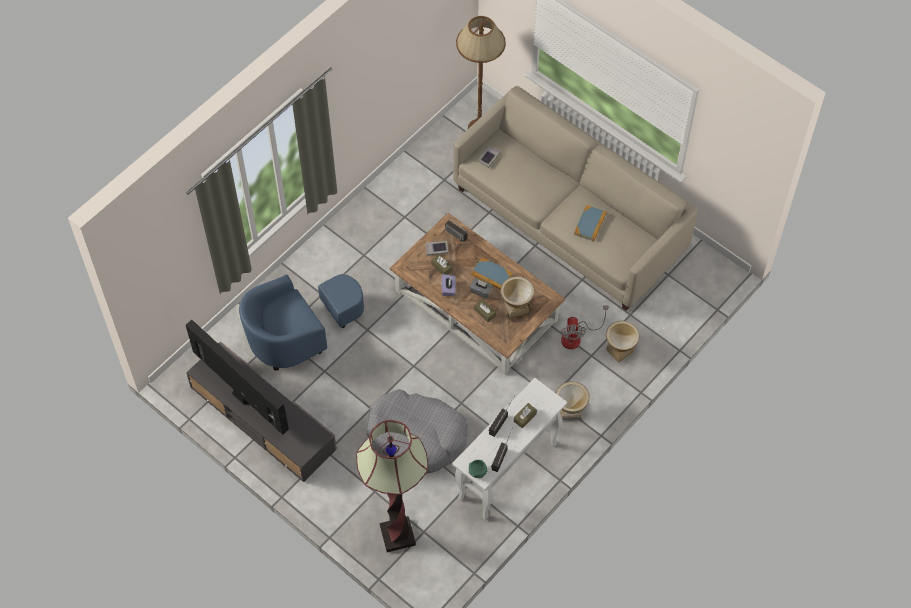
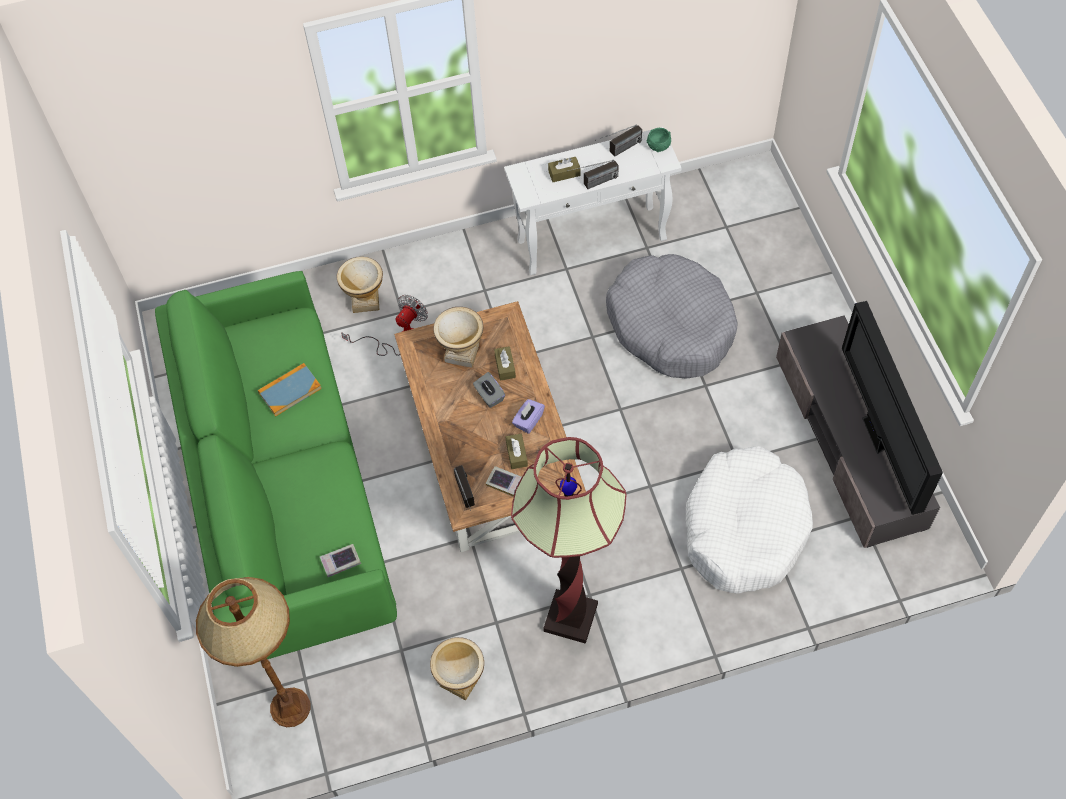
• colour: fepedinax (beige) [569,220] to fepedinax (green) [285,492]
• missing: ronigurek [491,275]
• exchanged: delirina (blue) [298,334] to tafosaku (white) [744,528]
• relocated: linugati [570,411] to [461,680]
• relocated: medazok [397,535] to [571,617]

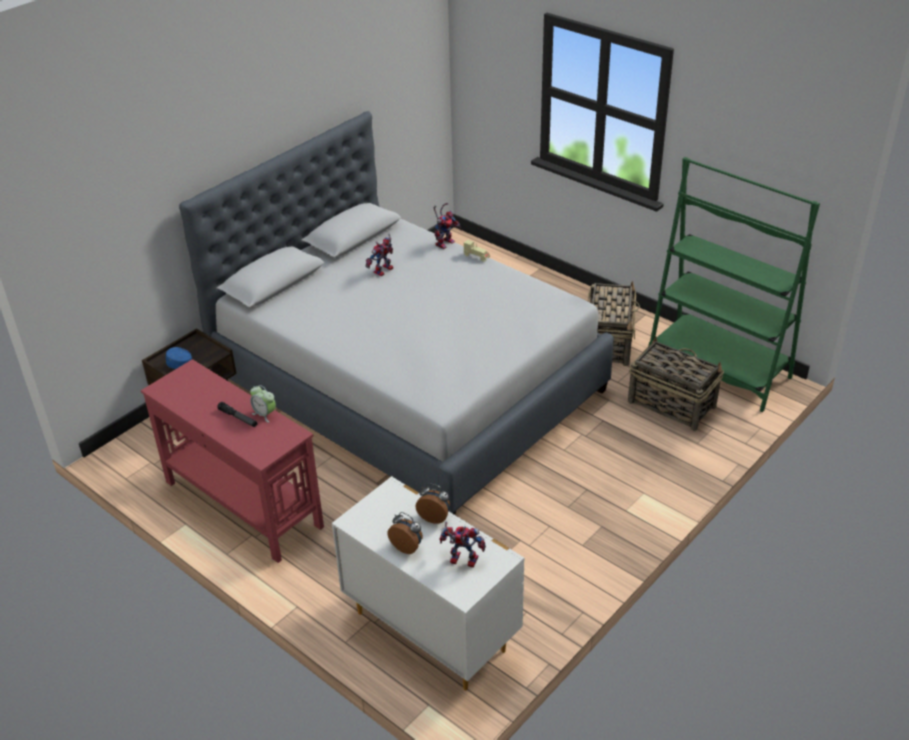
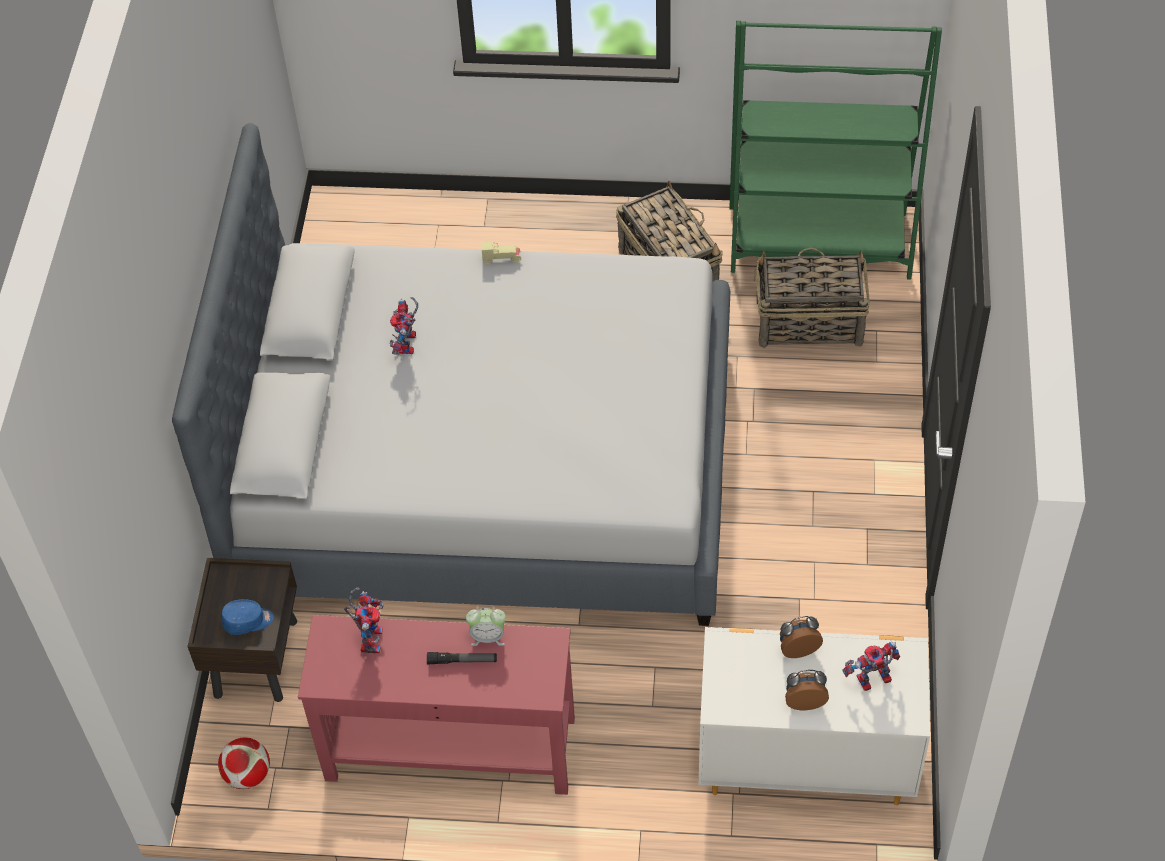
• relocated: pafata [445,242] to [369,637]
• appeared: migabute [247,774]

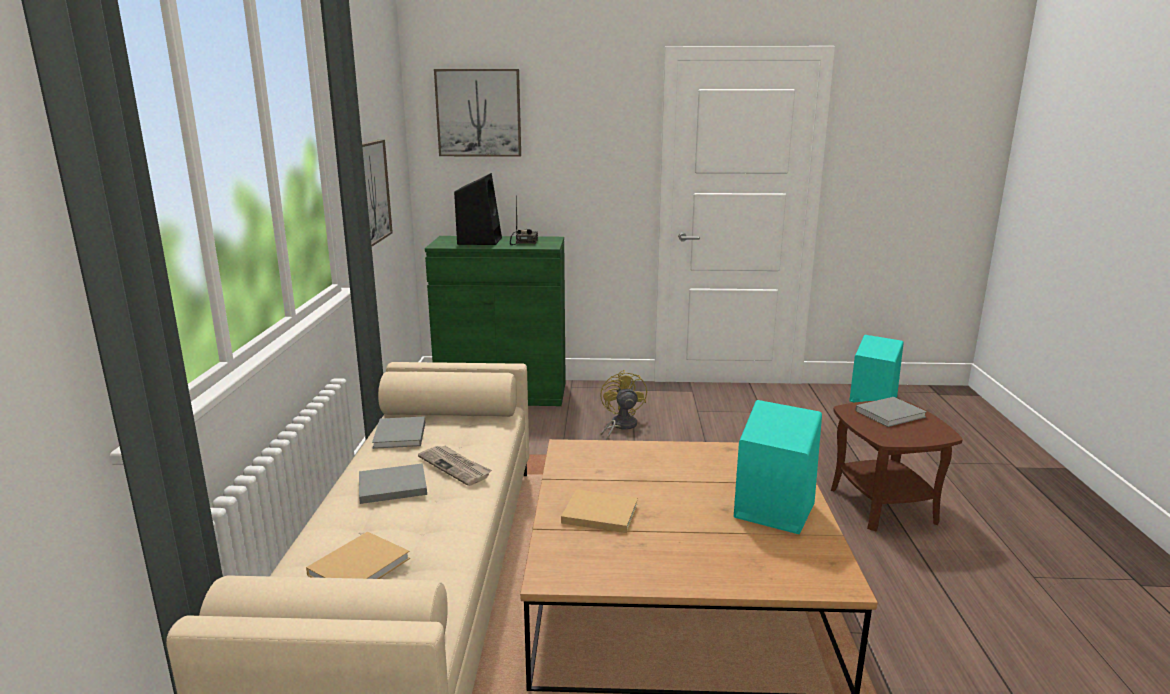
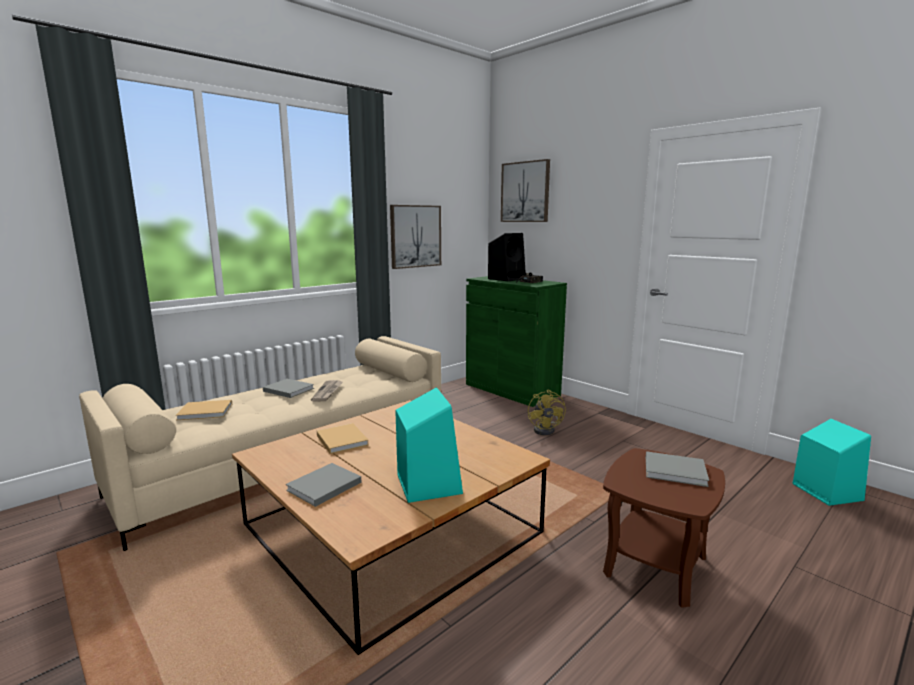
• spun: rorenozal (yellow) [620,426] = [546,430] 135 degrees clockwise
• relocated: ronigurek (grey) [399,435] to [322,487]

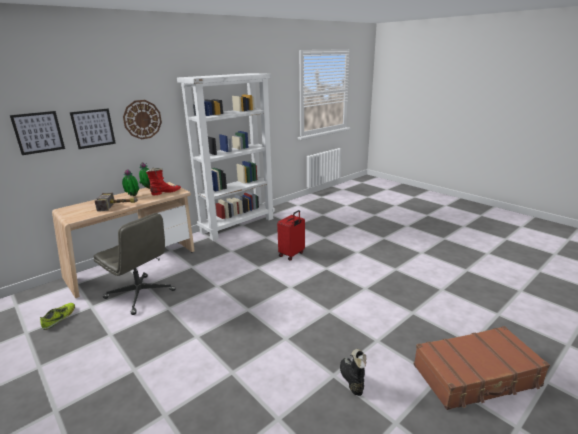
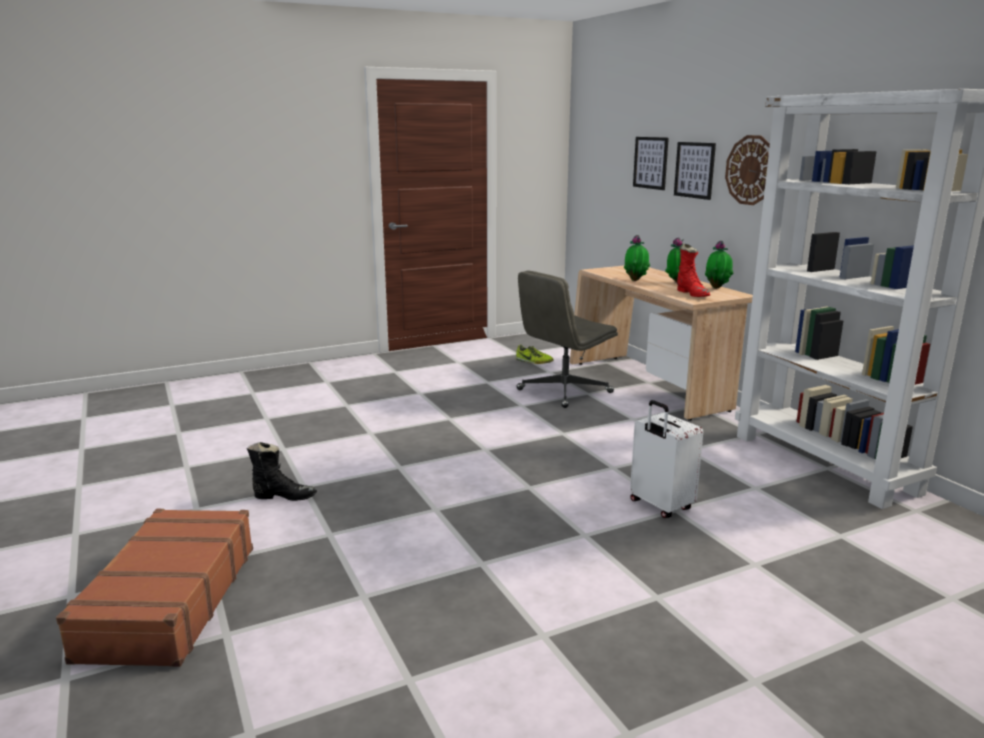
• exchanged: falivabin [119,206] to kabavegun [635,280]
• colour: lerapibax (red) [292,254] to lerapibax (white) [660,506]

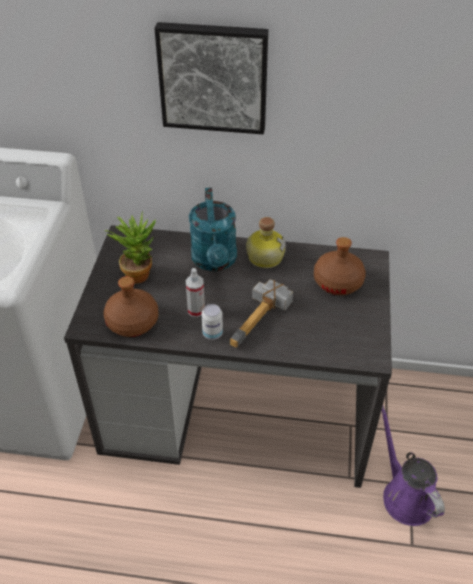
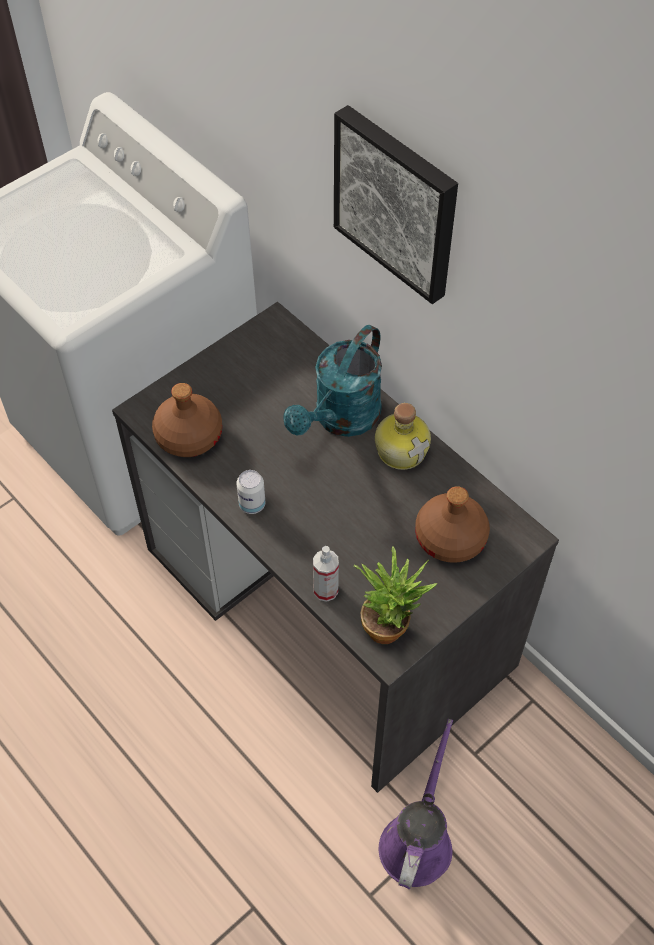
• relocated: kabavegun [139,272] to [390,625]
• relocated: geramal [196,310] to [325,590]
• missing: falivabin [262,319]

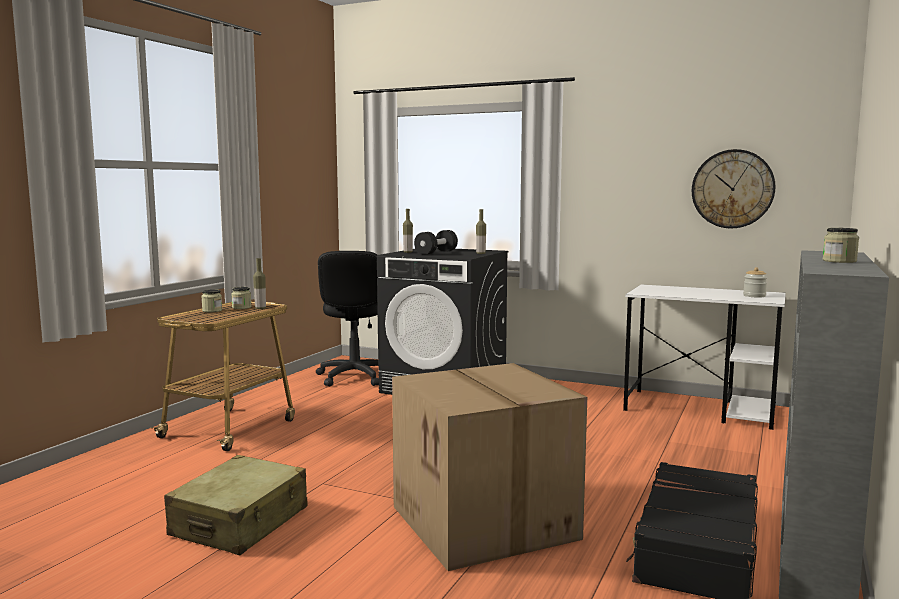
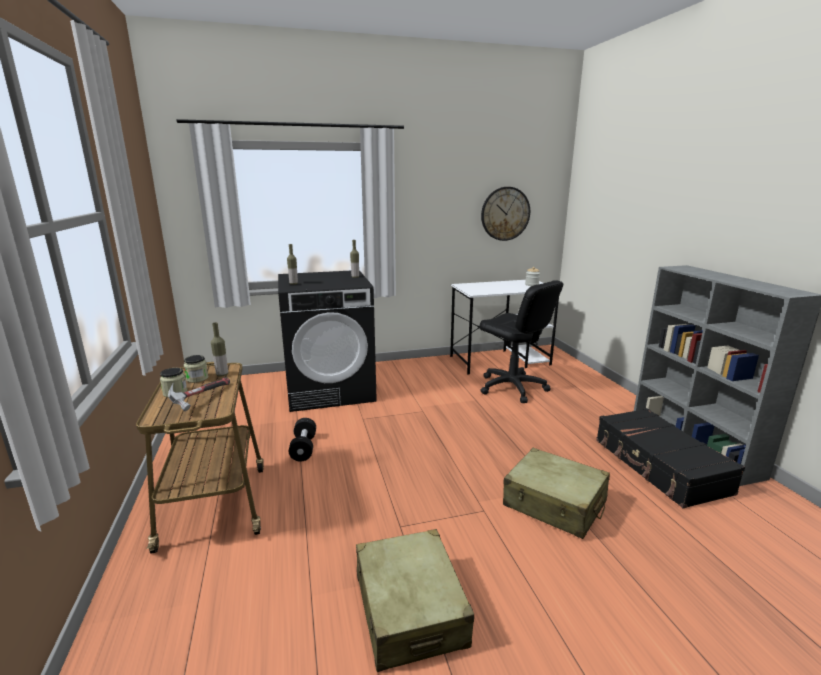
• missing: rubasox [839,261]
• relocated: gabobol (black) [436,252] to [303,448]
• relocated: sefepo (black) [354,377] to [512,387]
• exchanged: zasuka [486,523] to lerapibax (beige) [554,504]
• appeared: falivabin [201,399]

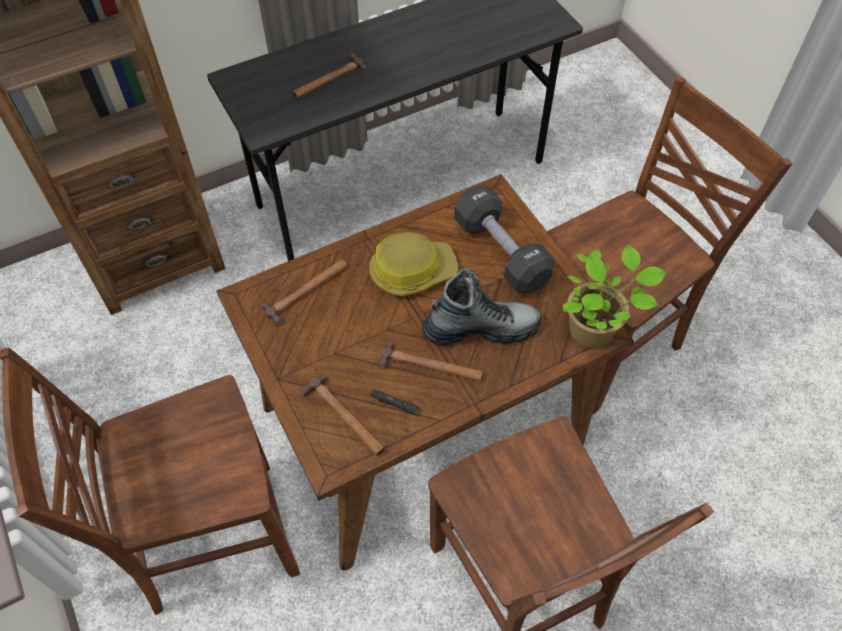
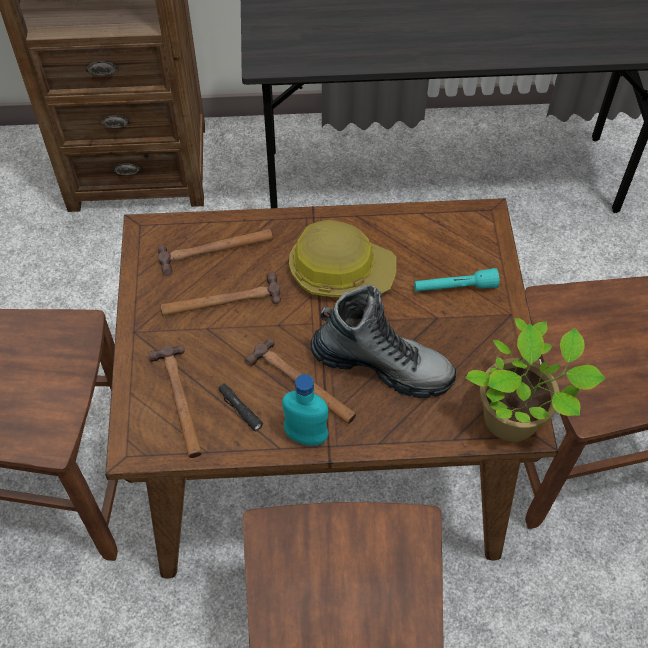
• relocated: falivabin [328,79] to [221,301]
• exchanged: gabobol (black) [501,252] to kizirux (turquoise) [455,287]
• appeared: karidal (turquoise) [306,436]

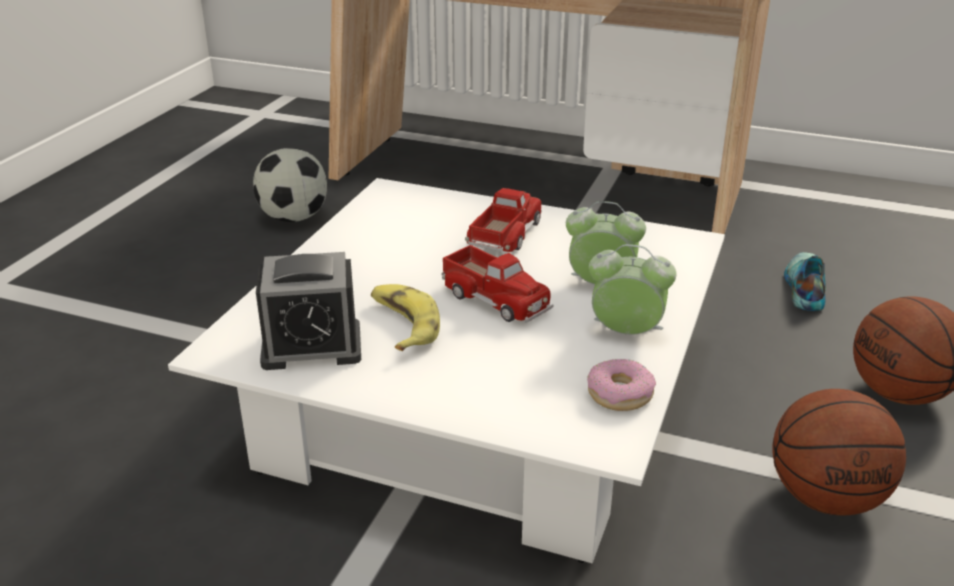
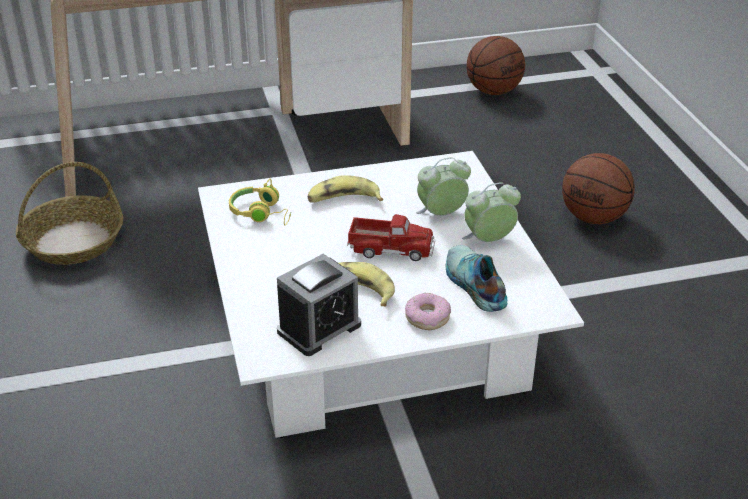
• exchanged: migabute [293,217] to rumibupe [73,242]
• exchanged: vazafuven [505,234] to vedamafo [343,200]
• relocated: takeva [803,288] to [473,285]
• relocated: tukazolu [620,394] to [427,317]
• relocated: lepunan [827,497] to [494,91]
• appeared: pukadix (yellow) [262,213]

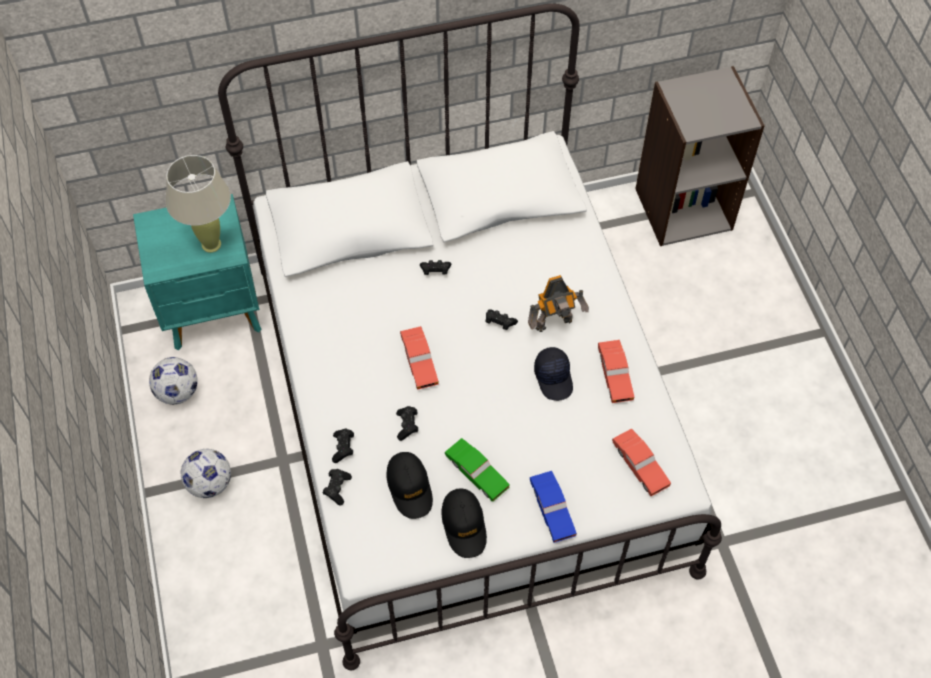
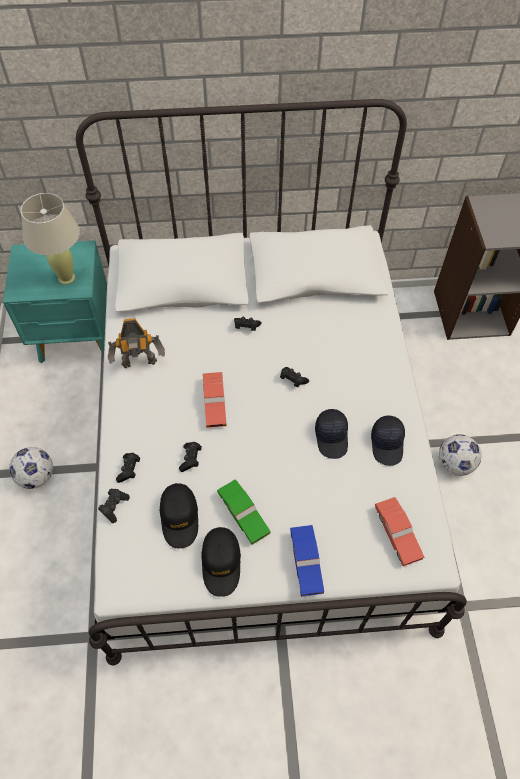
• relocated: pafata [555,325] to [139,364]
• exchanged: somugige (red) [614,375] to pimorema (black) [387,444]
• relocated: migabute [177,392] to [454,463]

